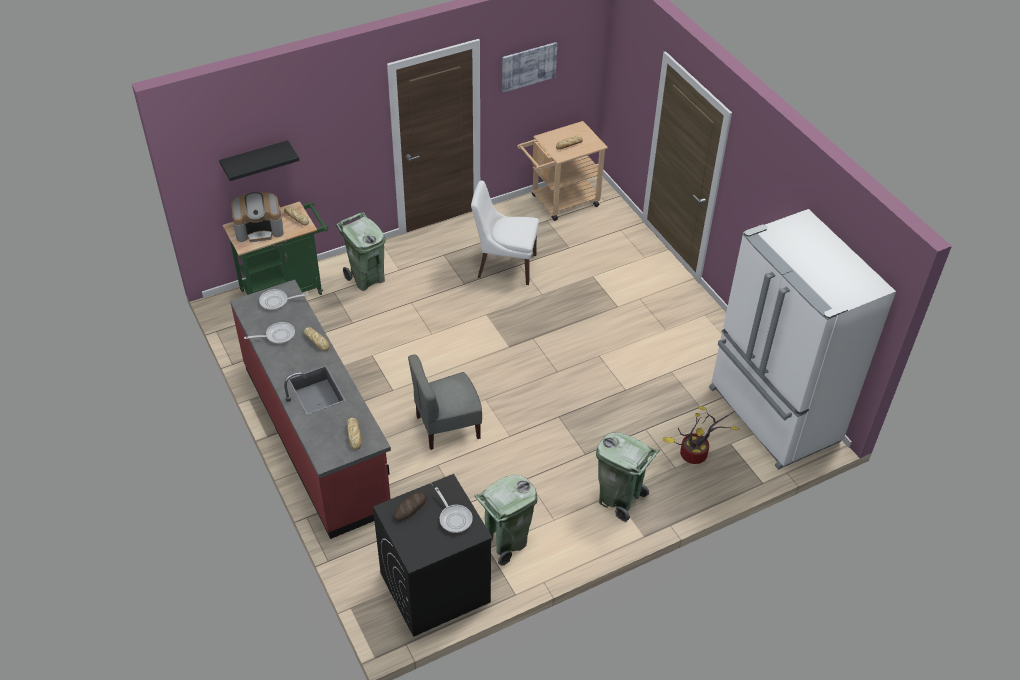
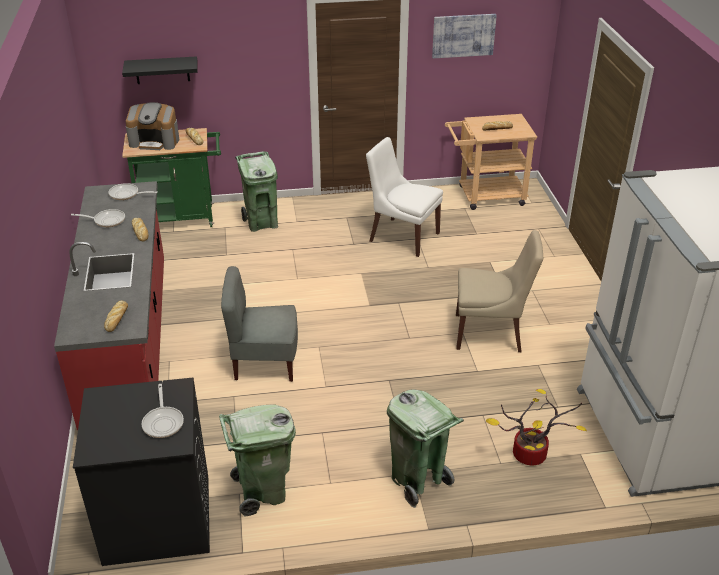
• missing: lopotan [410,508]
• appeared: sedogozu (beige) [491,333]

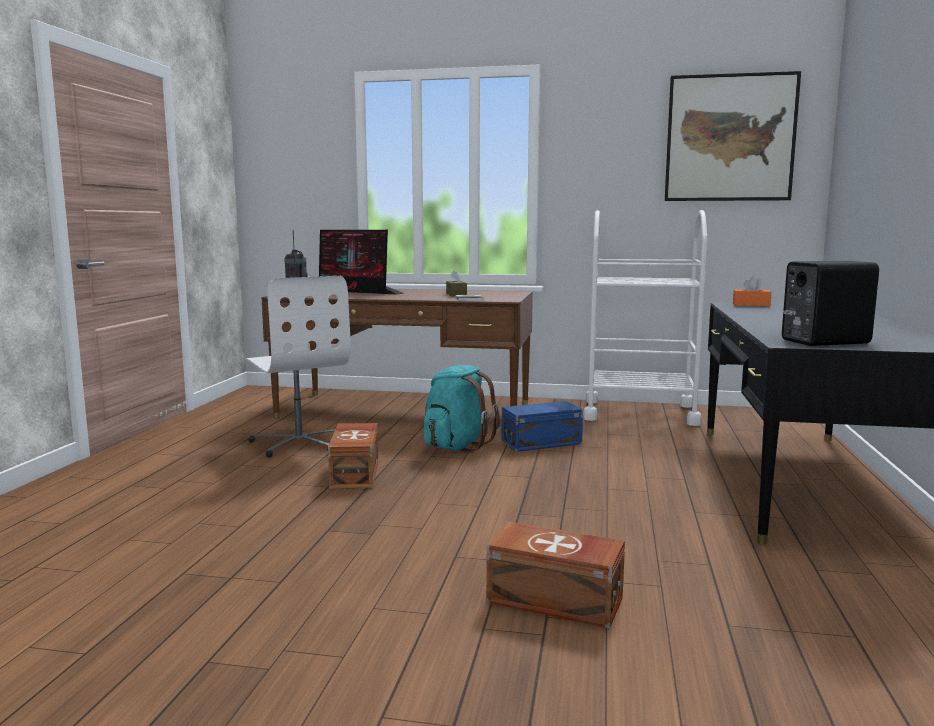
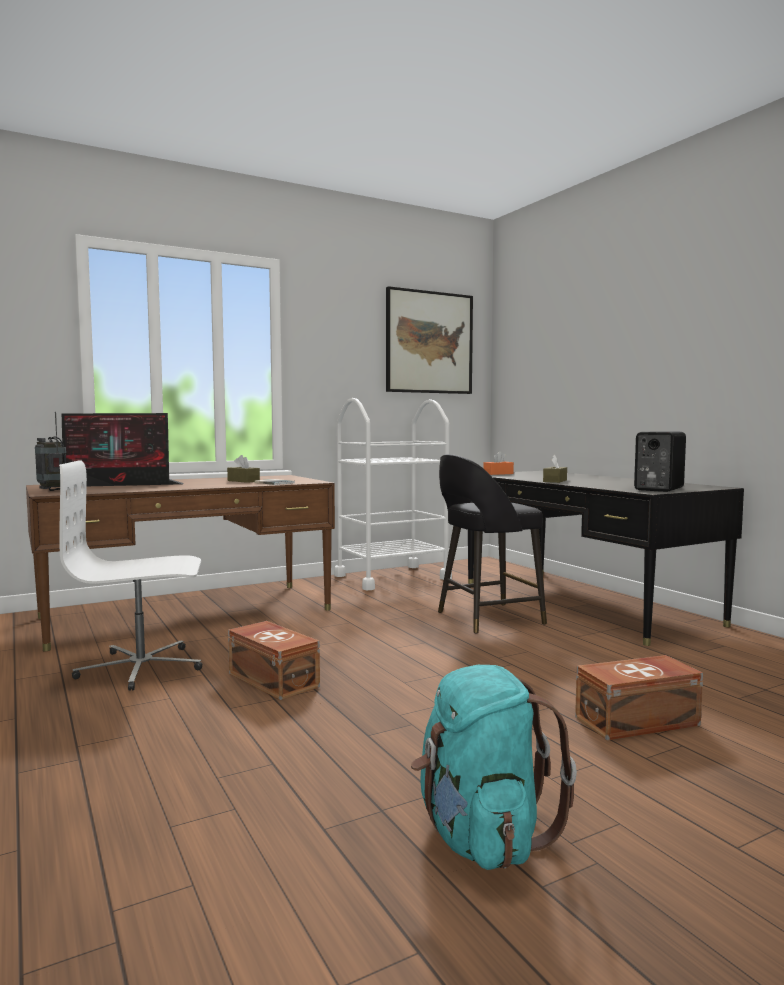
• spun: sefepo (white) [299,443] = [141,668] 150 degrees clockwise
• relocated: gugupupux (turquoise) [457,446] to [482,837]
• missing: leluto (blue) [543,443]
• appeared: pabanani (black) [487,618]
• appeared: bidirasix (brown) [555,481]

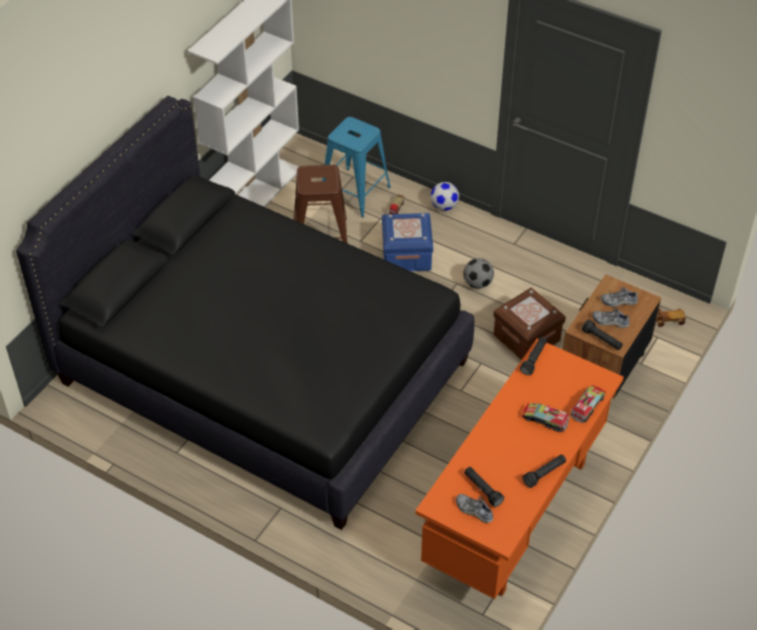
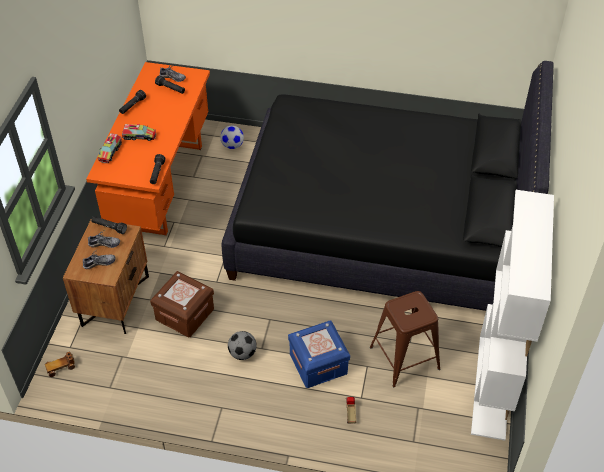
• missing: pabanani (blue) [354,192]
• relocated: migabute [444,206] to [232,146]

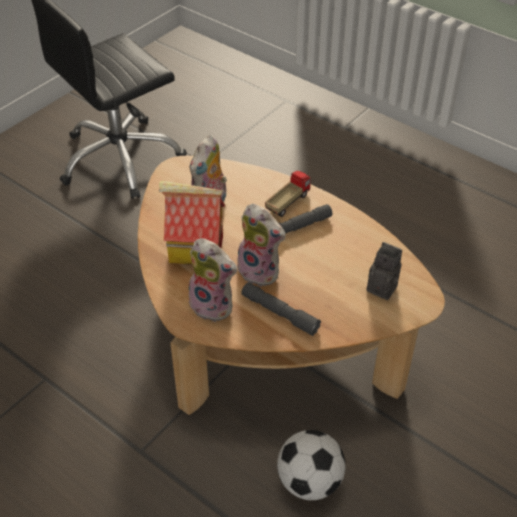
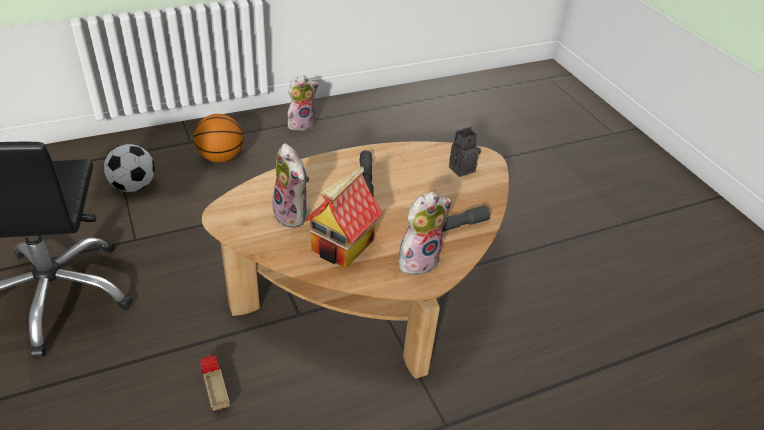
• relocated: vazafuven [287,202] to [215,391]
• relocated: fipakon [261,271] to [301,124]
• relocated: migabute [309,481] to [134,186]
• appeared: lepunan [221,158]

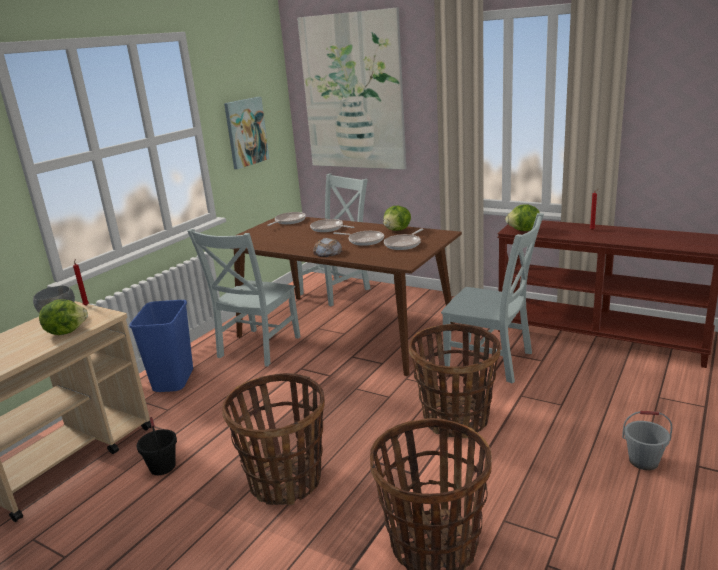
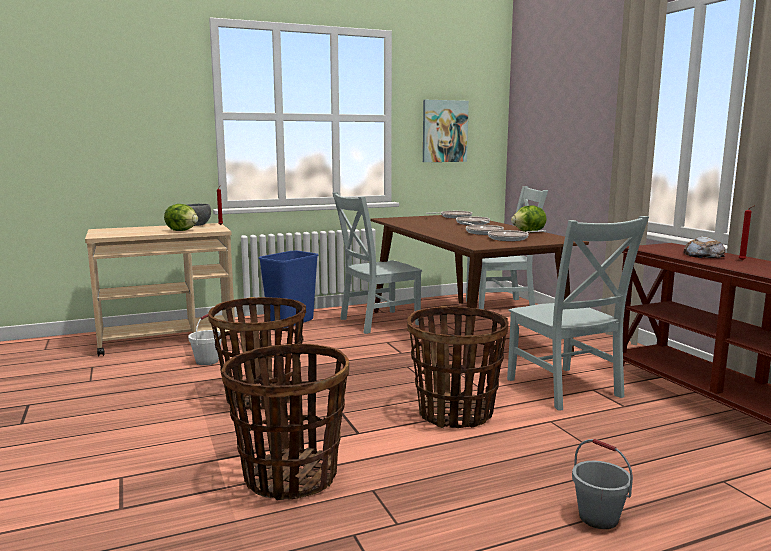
• missing: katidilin [353,93]
• missing: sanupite [523,230]
• relocated: lopotan [327,252] to [703,255]
• colour: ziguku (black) [162,467] to ziguku (white) [207,361]

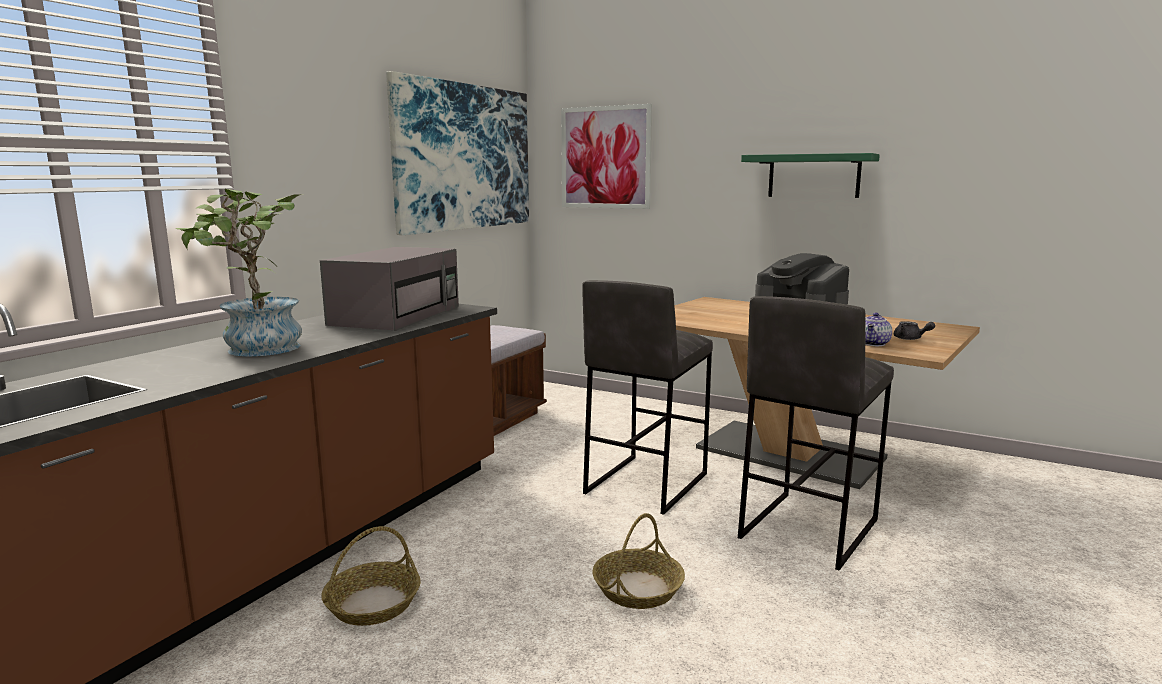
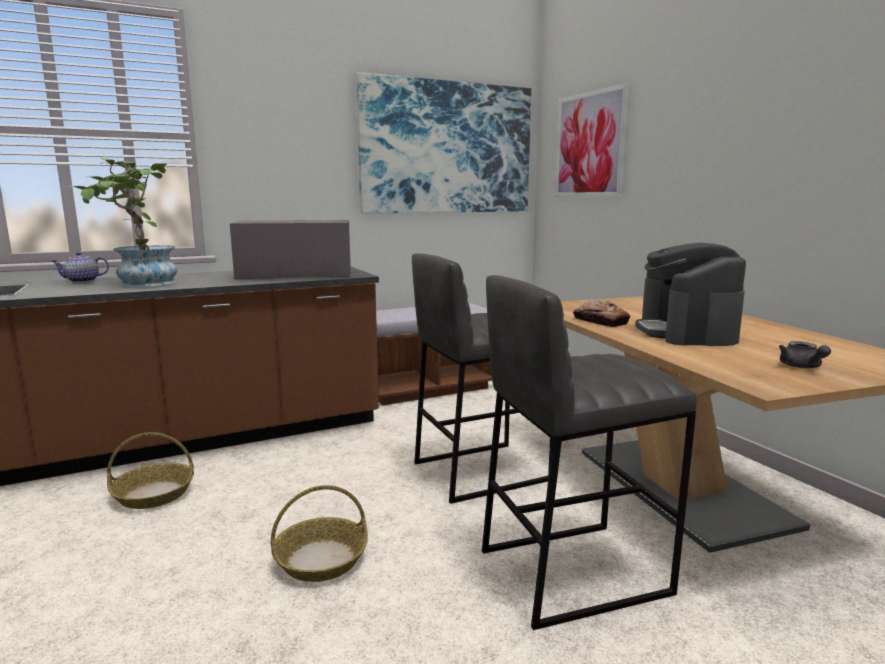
• missing: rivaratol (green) [813,176]
• spun: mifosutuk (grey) [397,315] = [294,274] 150 degrees counterclockwise
• relocated: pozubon [874,344] to [82,281]
• appeared: lopotan [600,321]

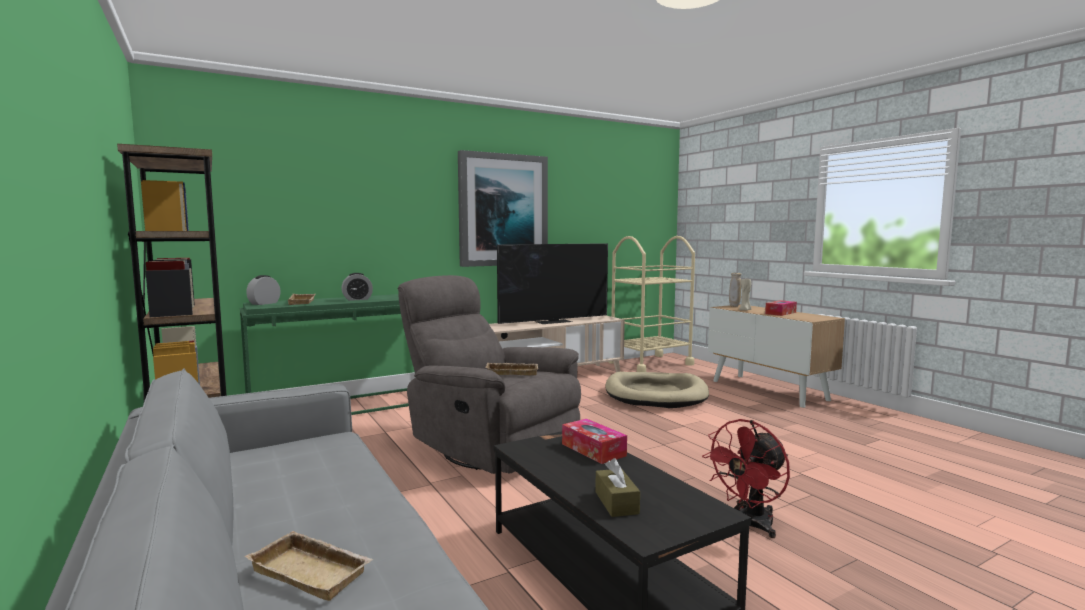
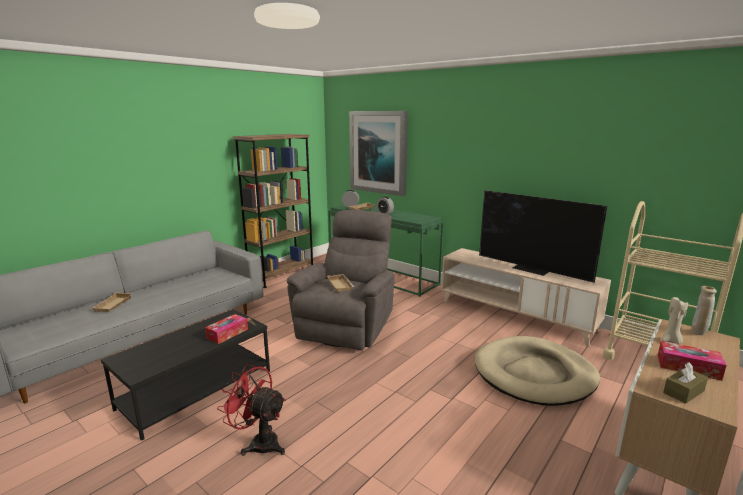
• relocated: katidilin [502,210] to [379,152]
• relocated: bidirasix (brown) [616,502] to [683,392]

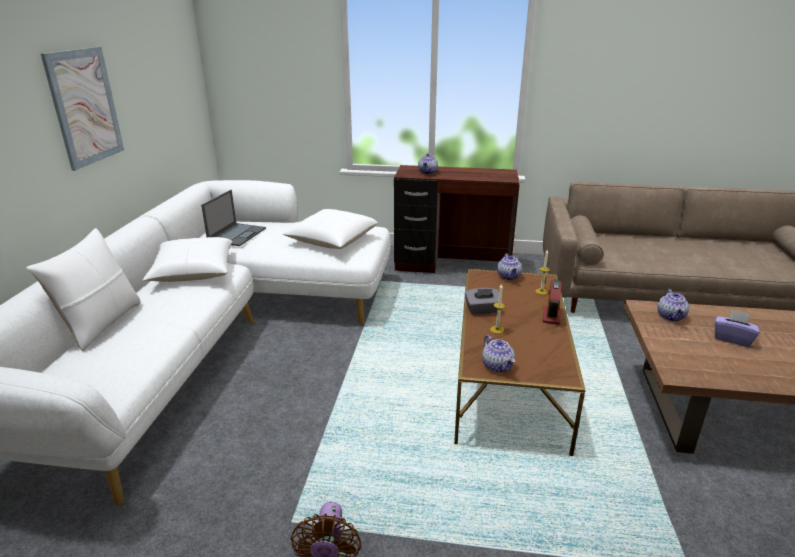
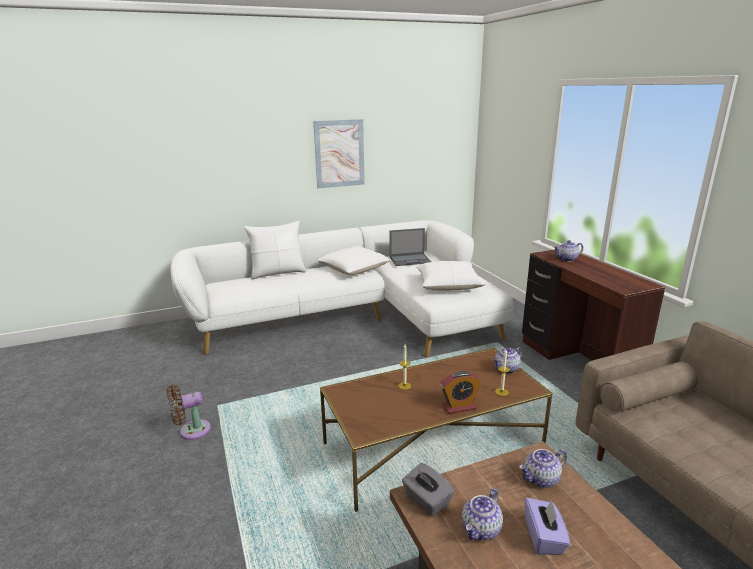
• relocated: bidirasix (grey) [482,310] to [426,500]
• relocated: pozubon [498,366] to [481,530]

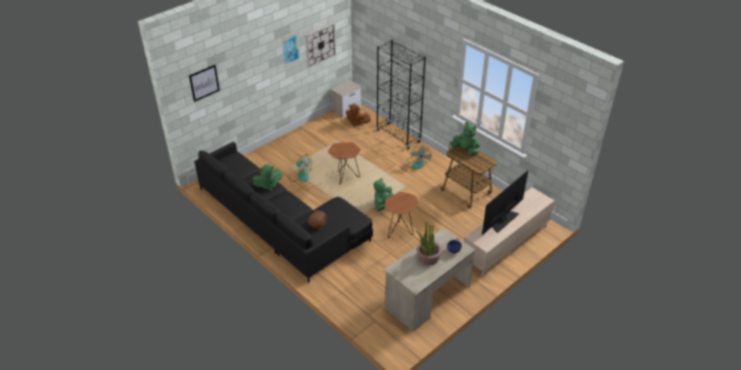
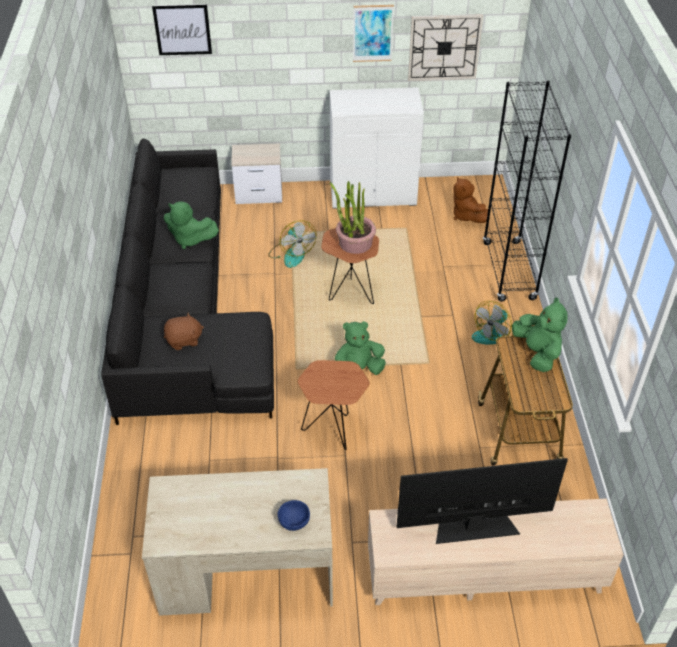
• relocated: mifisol [346,109] to [260,194]
• relocated: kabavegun [428,257] to [355,242]
• appeared: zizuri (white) [373,193]

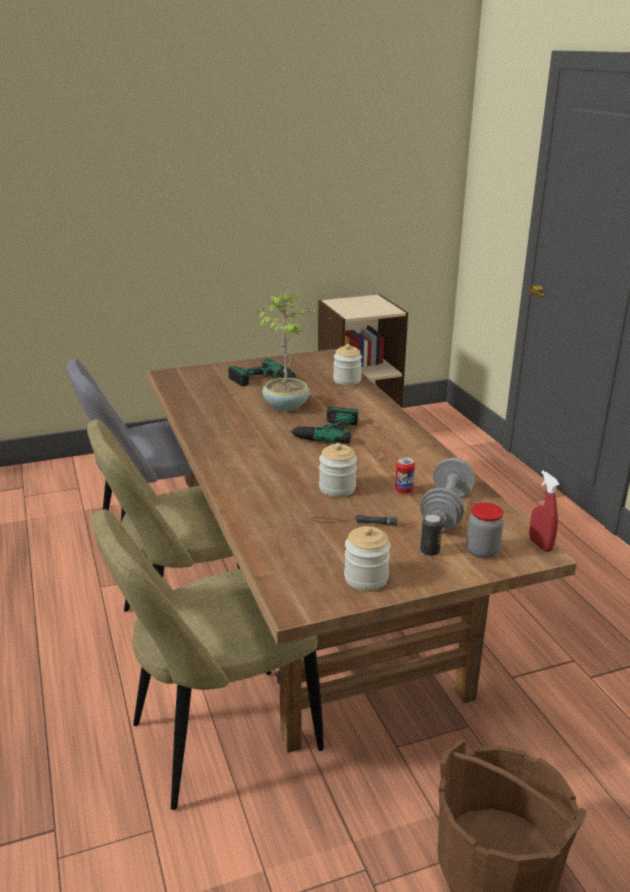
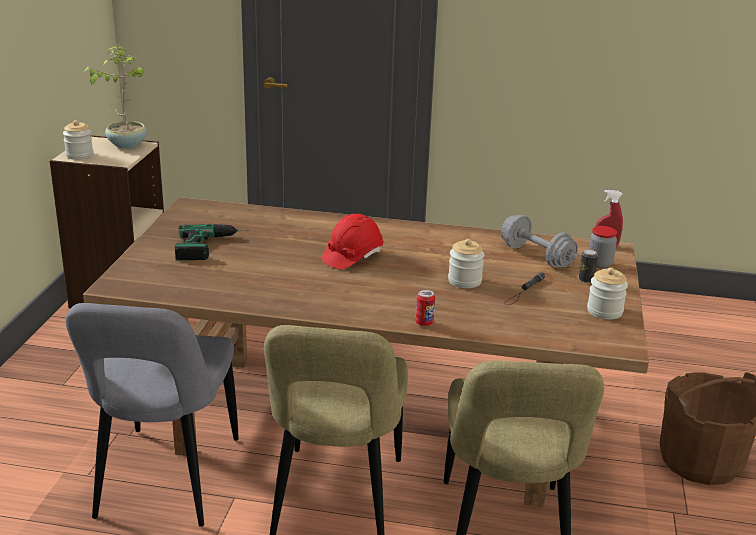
• relocated: kabavegun [286,405] to [126,144]
• relocated: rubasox [347,380] to [79,155]
• exchanged: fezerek [319,431] to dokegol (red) [352,257]
• relocated: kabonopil [403,491] to [424,323]

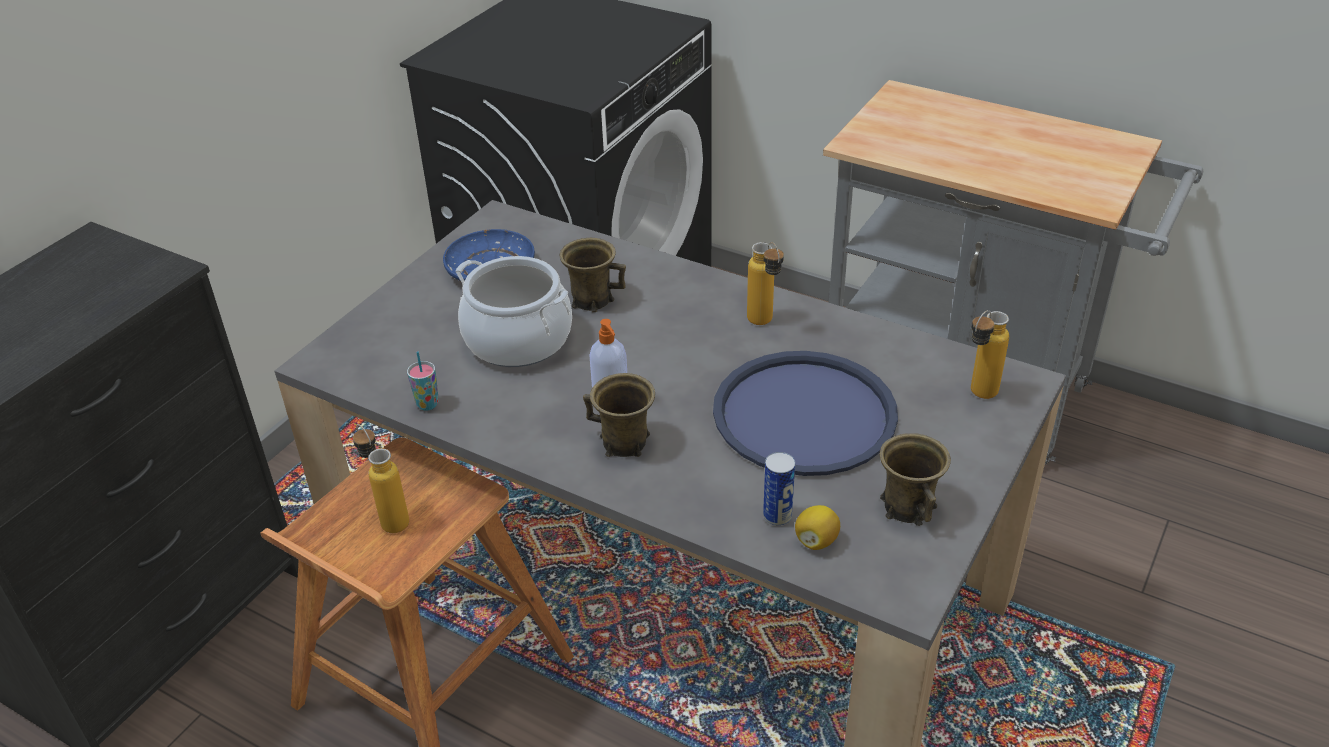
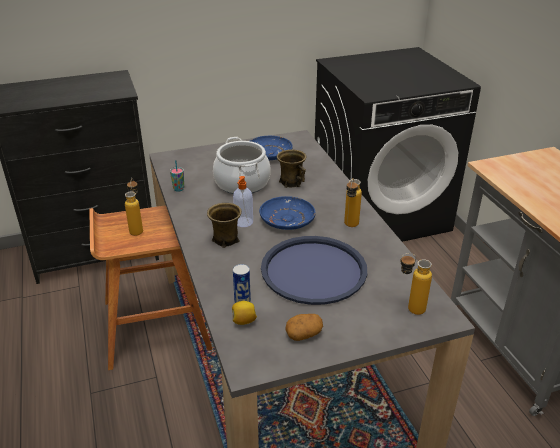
• exchanged: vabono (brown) [908,506] to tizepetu [304,334]
• appeared: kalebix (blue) [287,219]

